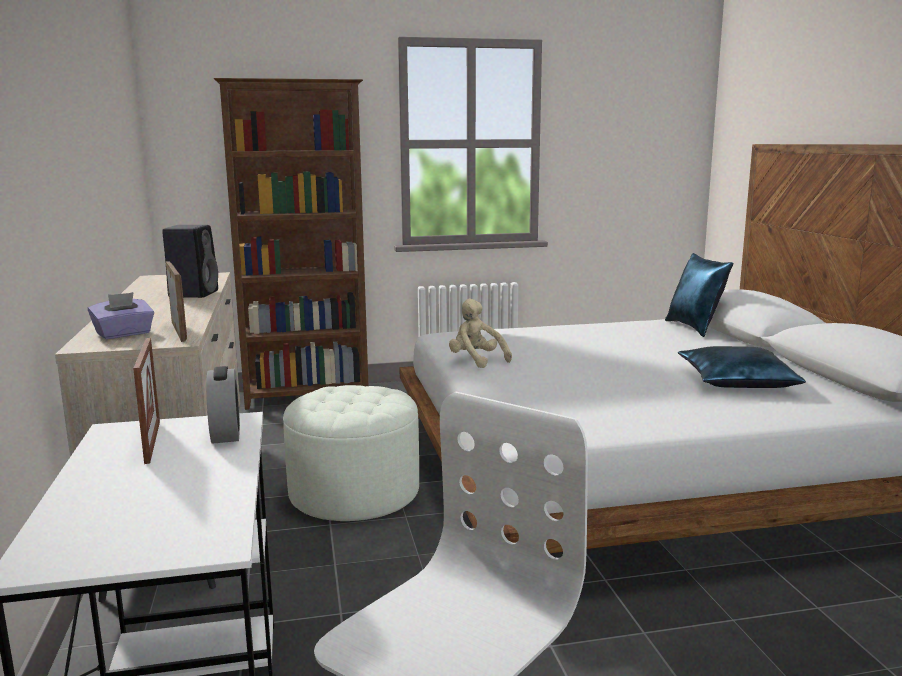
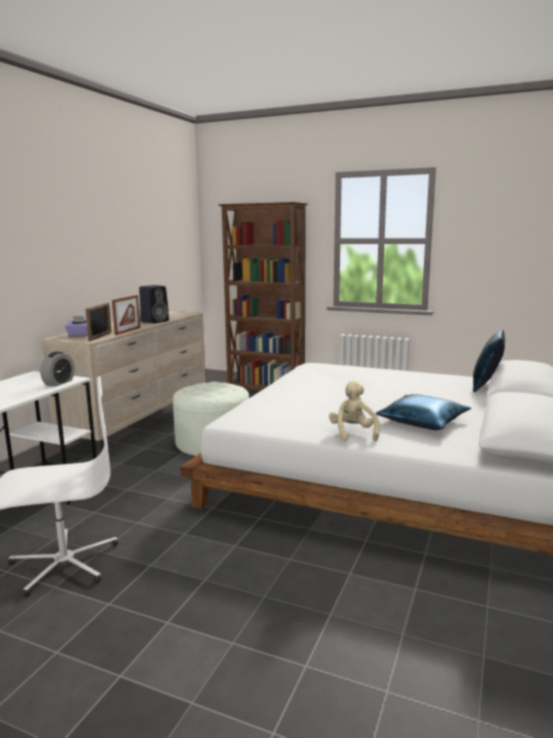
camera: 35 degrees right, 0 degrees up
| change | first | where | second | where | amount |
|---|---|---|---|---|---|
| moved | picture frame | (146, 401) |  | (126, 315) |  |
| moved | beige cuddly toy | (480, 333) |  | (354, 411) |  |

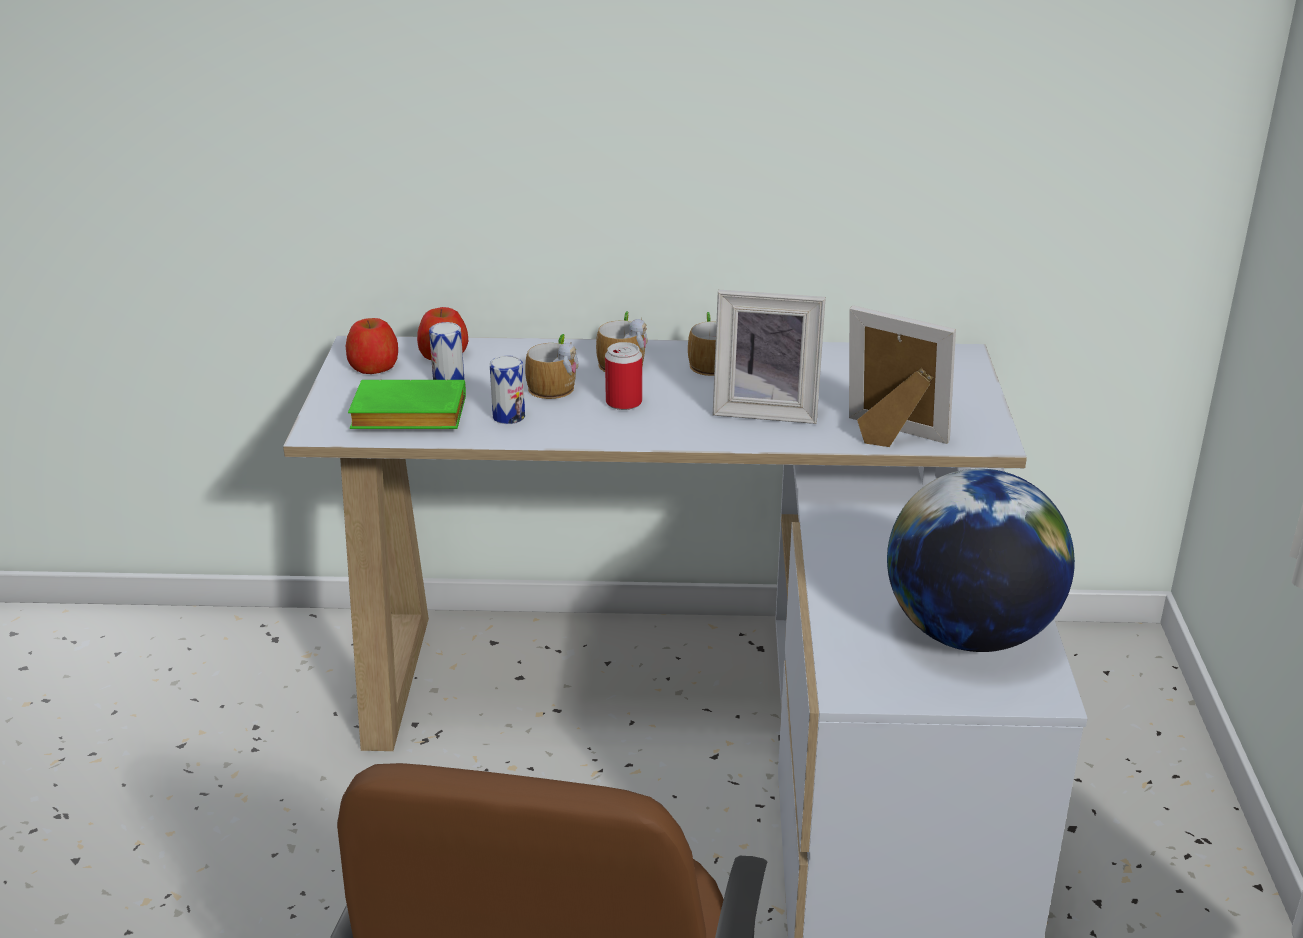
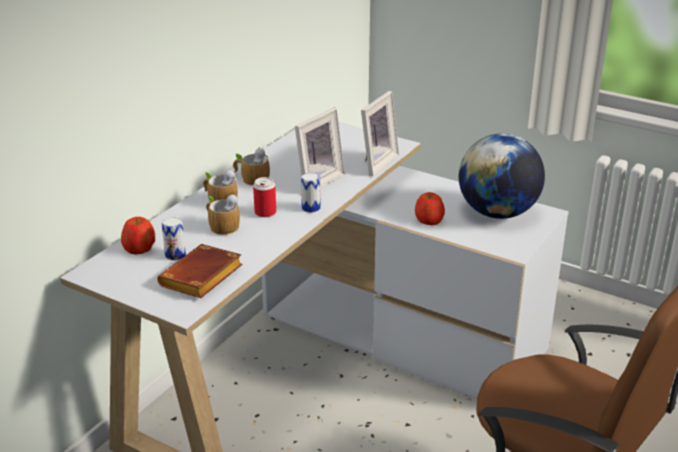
camera: 60 degrees left, 0 degrees up
| change | first | where | second | where | amount |
|---|---|---|---|---|---|
| moved | apple | (372, 346) |  | (430, 208) |  |
| moved | metal can | (507, 389) |  | (311, 193) |  |
| recoloured | green bound book | (407, 404) | brown-coloured bound book | (200, 271) |  |
| turned | picture frame | (902, 376) |  | (380, 133) | 150 degrees clockwise |

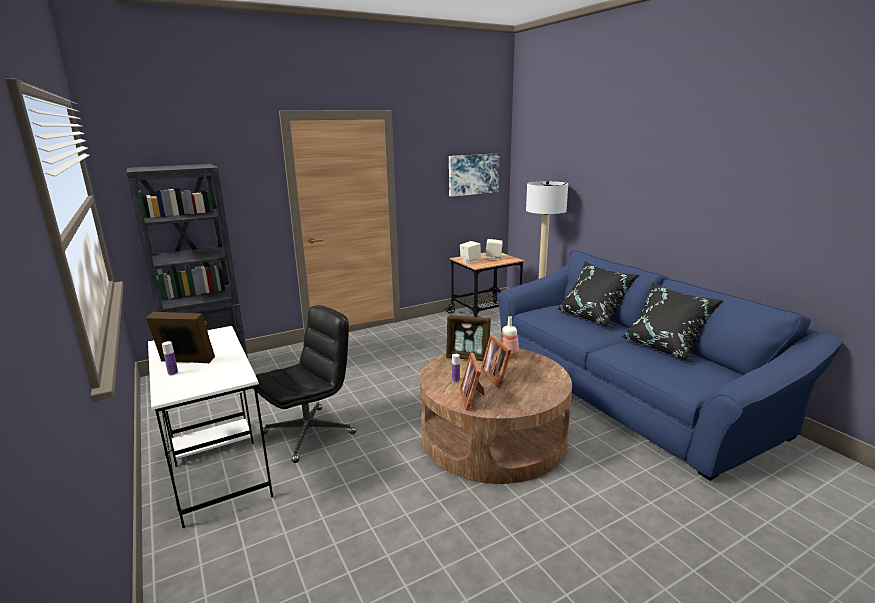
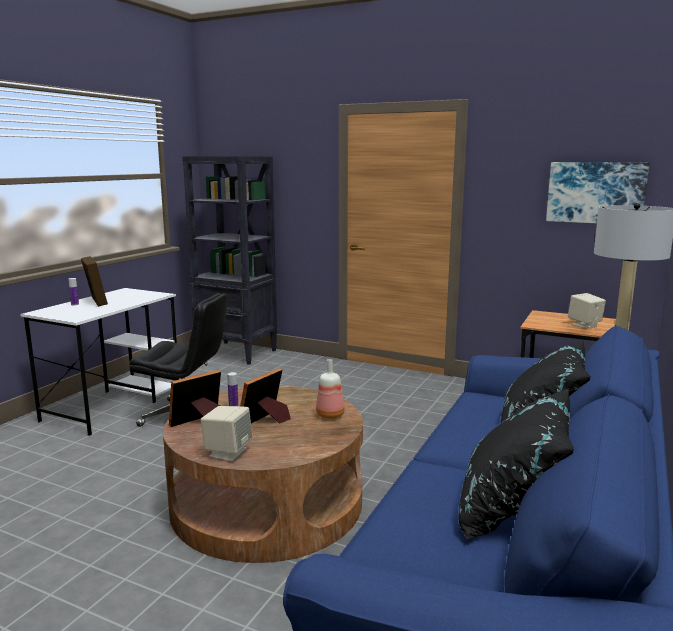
camera: 55 degrees right, 5 degrees down
| change | first | where | second | where | amount |
|---|---|---|---|---|---|
| removed | picture frame | (468, 338) |  |  |  |
| moved | beige audio speaker | (470, 252) |  | (227, 434) |  |

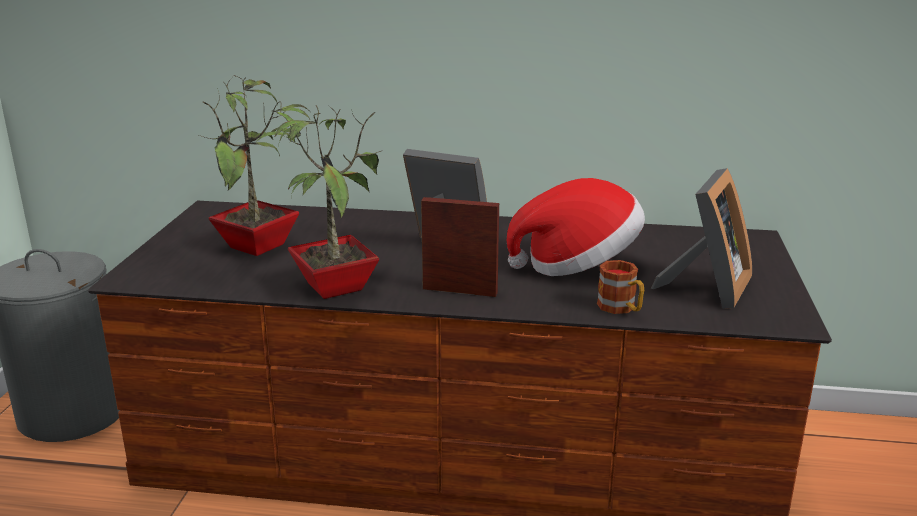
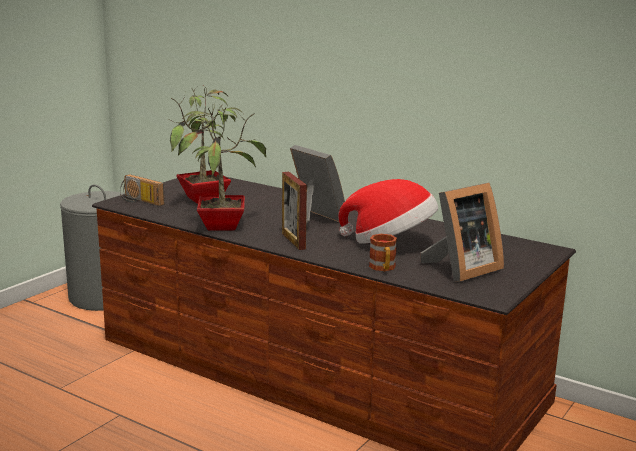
camera: 25 degrees right, 5 degrees down
| change | first | where | second | where | amount |
|---|---|---|---|---|---|
| added |  |  | radio receiver | (142, 190) |  |
| turned | picture frame | (460, 247) |  | (294, 211) | 150 degrees counterclockwise |

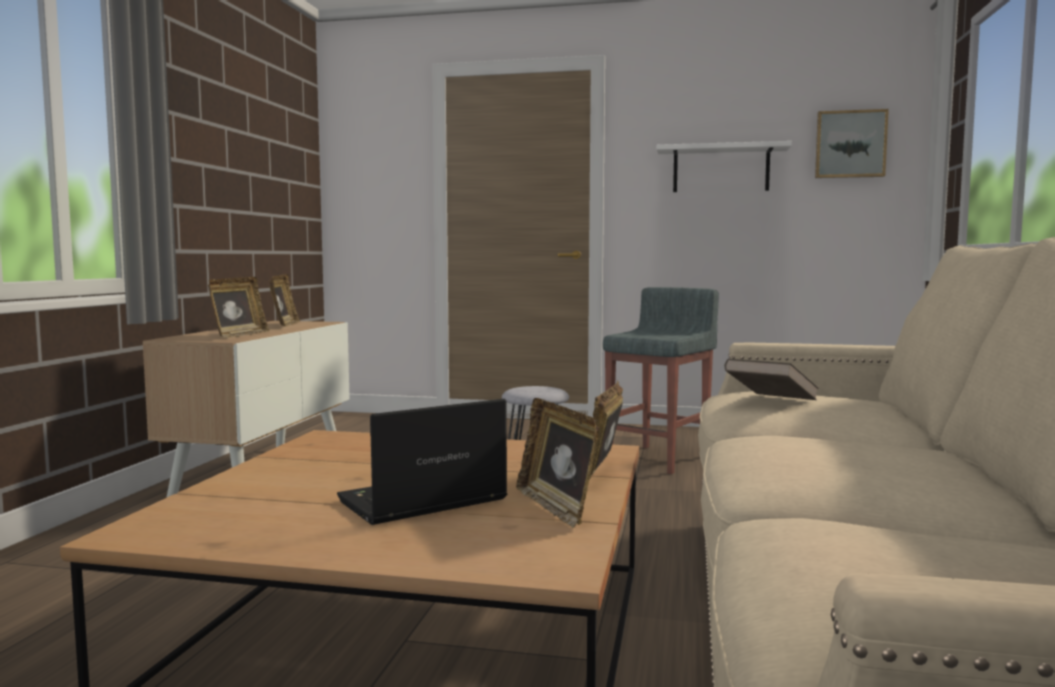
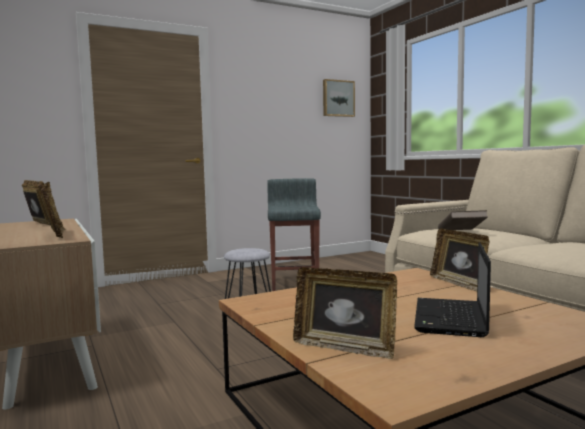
camera: 40 degrees left, 0 degrees up
| change | first | where | second | where | amount |
|---|---|---|---|---|---|
| removed | white-coloured shelf | (724, 166) |  |  |  |
| moved | picture frame | (558, 463) |  | (345, 313) |  |

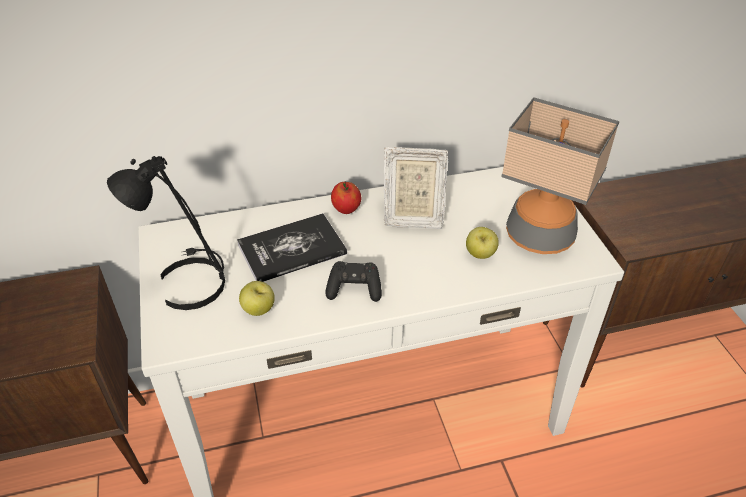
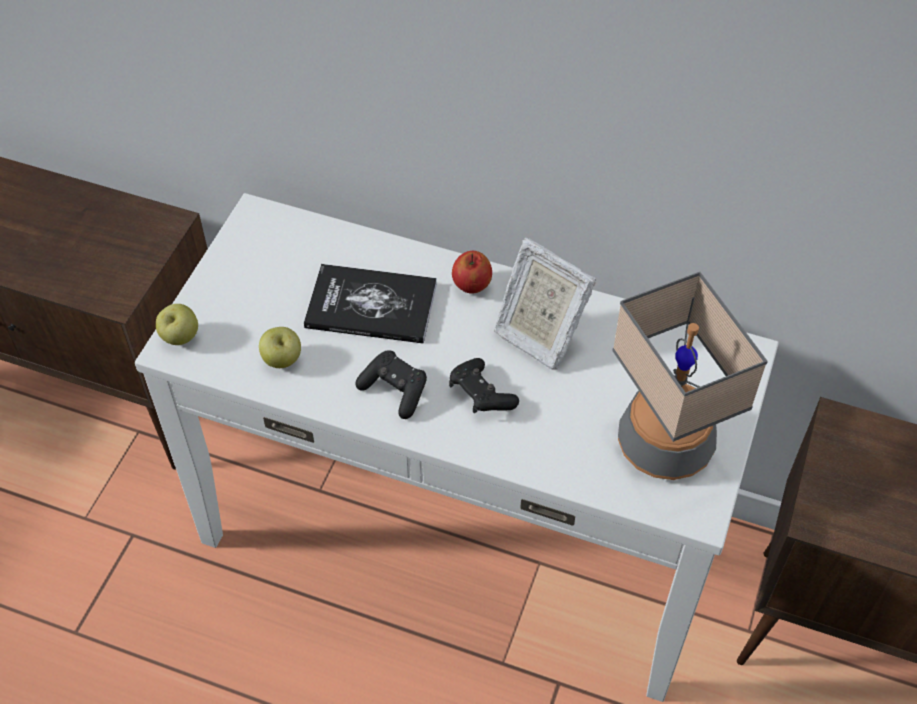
camera: 35 degrees right, 10 degrees up
| change | first | where | second | where | amount |
|---|---|---|---|---|---|
| removed | black-coloured lamp for a table | (166, 233) |  |  |  |
| added |  |  | black-coloured joypad | (484, 385) |  |
| moved | apple | (482, 243) |  | (177, 324) |  |

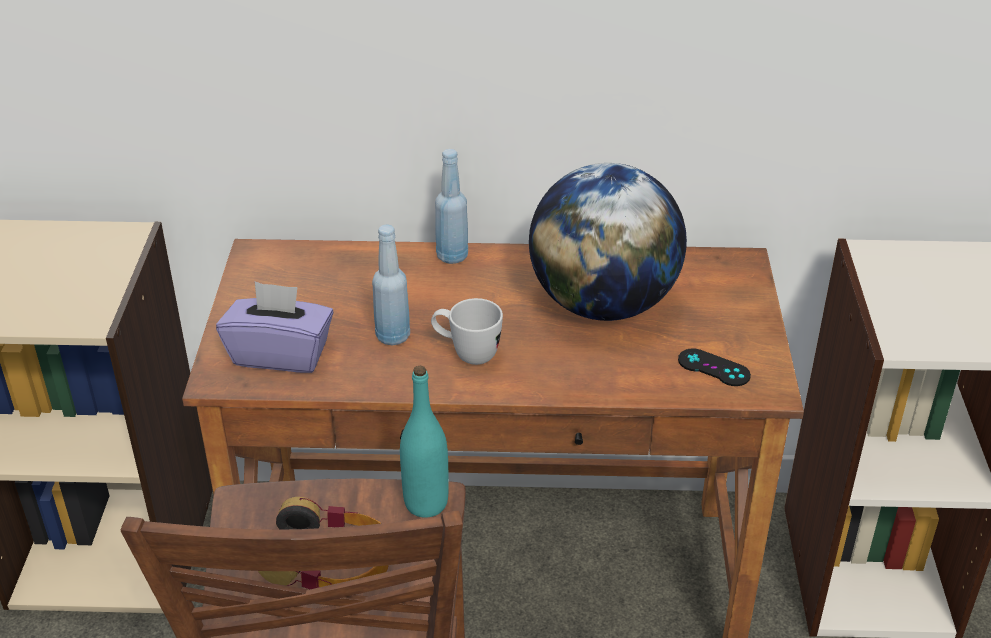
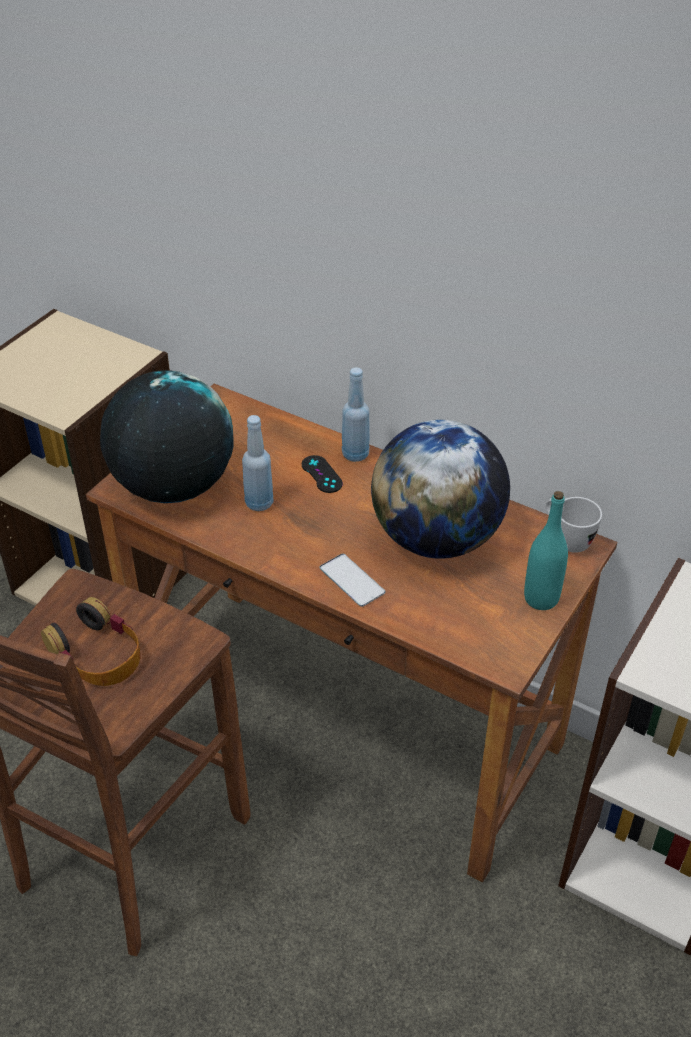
camera: 30 degrees right, 5 degrees up
| change | first | where | second | where | amount |
|---|---|---|---|---|---|
| added |  |  | phone | (352, 580) |  |
| moved | blue-green beverage bottle | (424, 442) |  | (546, 550) |  |
| moved | white-coloured tea mug | (467, 331) |  | (574, 525) |  |
| moved | black-coloured joypad | (714, 367) |  | (322, 474) |  |
| replaced | purple-coloured tissue holder | (275, 327) | world globe | (166, 436) |  |

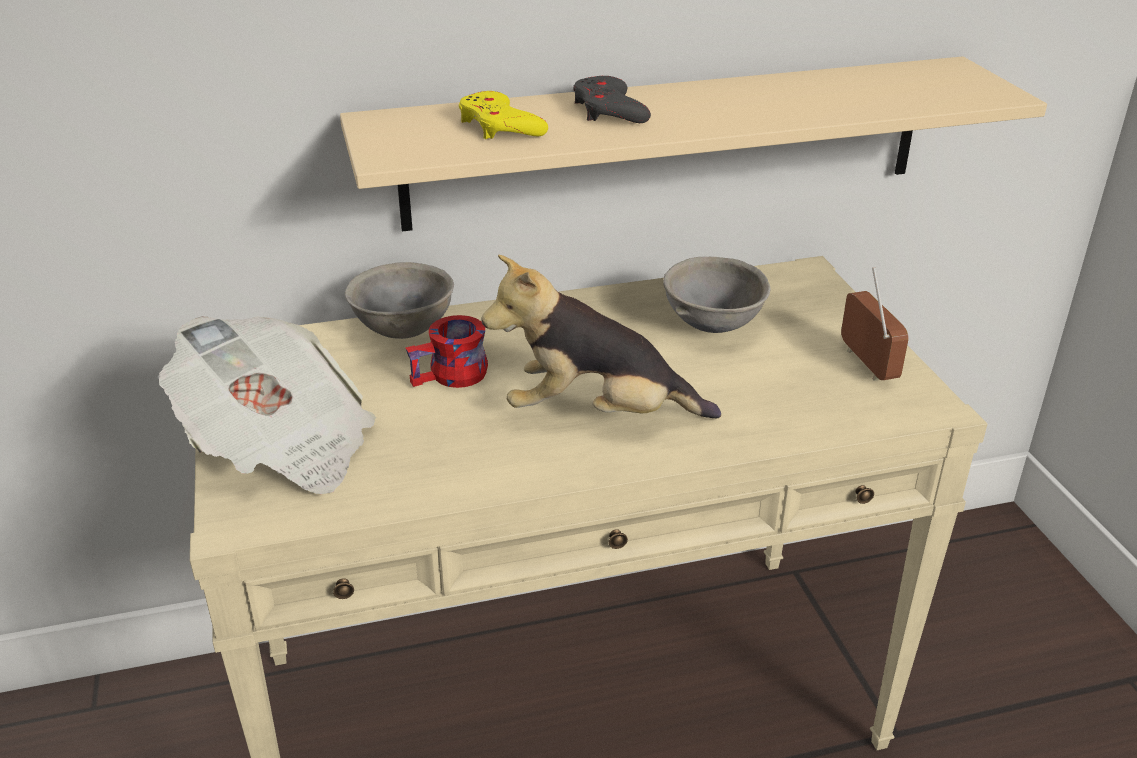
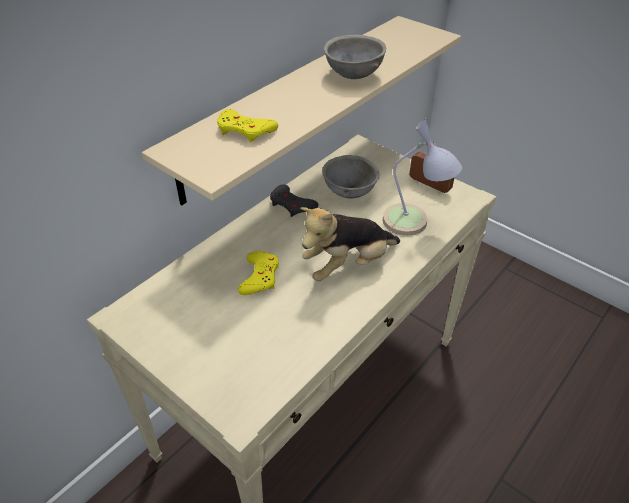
camera: 35 degrees left, 10 degrees up
| change | first | where | second | where | amount |
|---|---|---|---|---|---|
| removed | daily paper | (267, 405) |  |  |  |
| added |  |  | lamp for a table | (422, 177) |  |
| moved | grey bowl | (399, 300) |  | (355, 57) |  |
| moved | grey joypad | (612, 99) |  | (294, 200) |  |
| replaced | reddish tea mug | (447, 351) | yellowish joypad | (258, 273) |  |

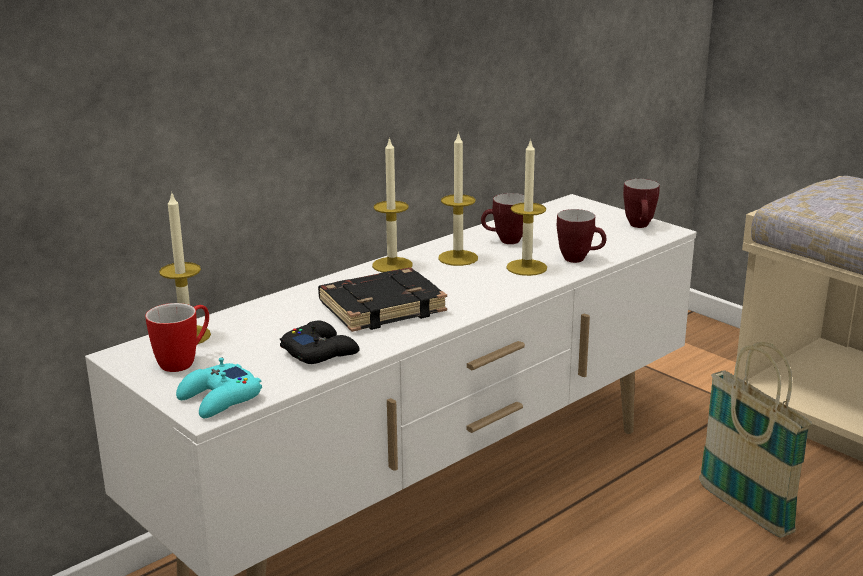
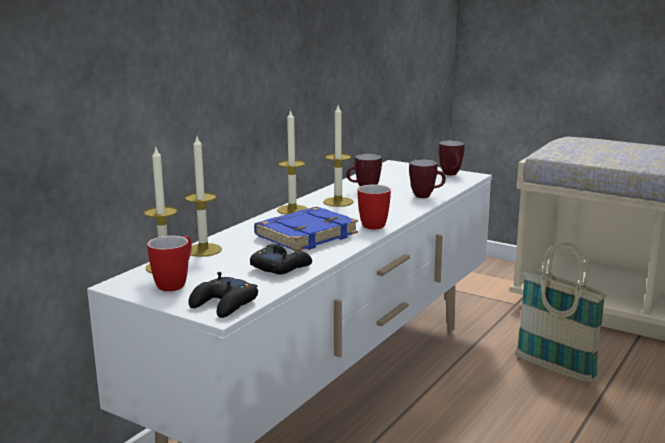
camera: 15 degrees left, 5 degrees down
| change | first | where | second | where | amount |
|---|---|---|---|---|---|
| added |  |  | tea mug | (374, 206) |  |
| moved | wax light | (526, 207) |  | (203, 197) |  |
| recoloured | blue-green joypad | (219, 387) | black-coloured joypad | (223, 295) |  |
| recoloured | black-coloured bound book | (382, 300) | blue bound book | (306, 229) |  |

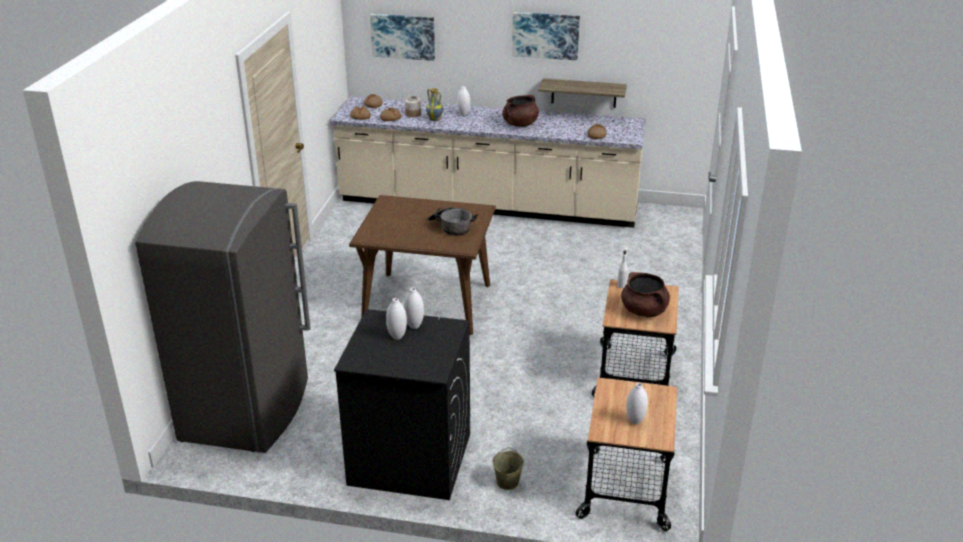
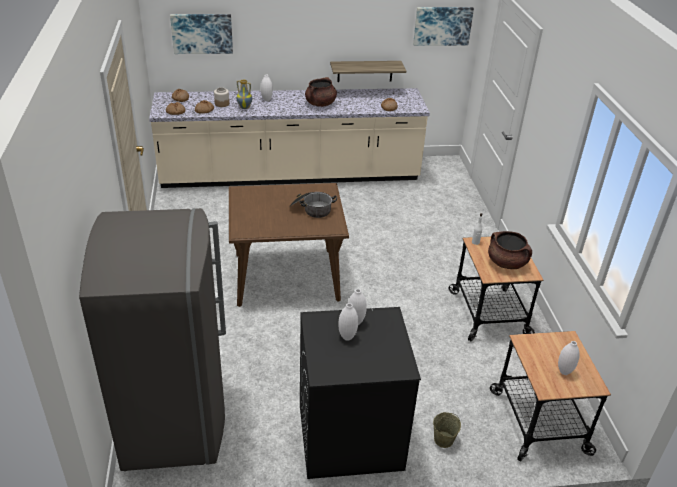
camera: 20 degrees left, 5 degrees up
| change | first | where | second | where | amount |
|---|---|---|---|---|---|
| moved | wall picture | (546, 36) |  | (443, 26) |  |

